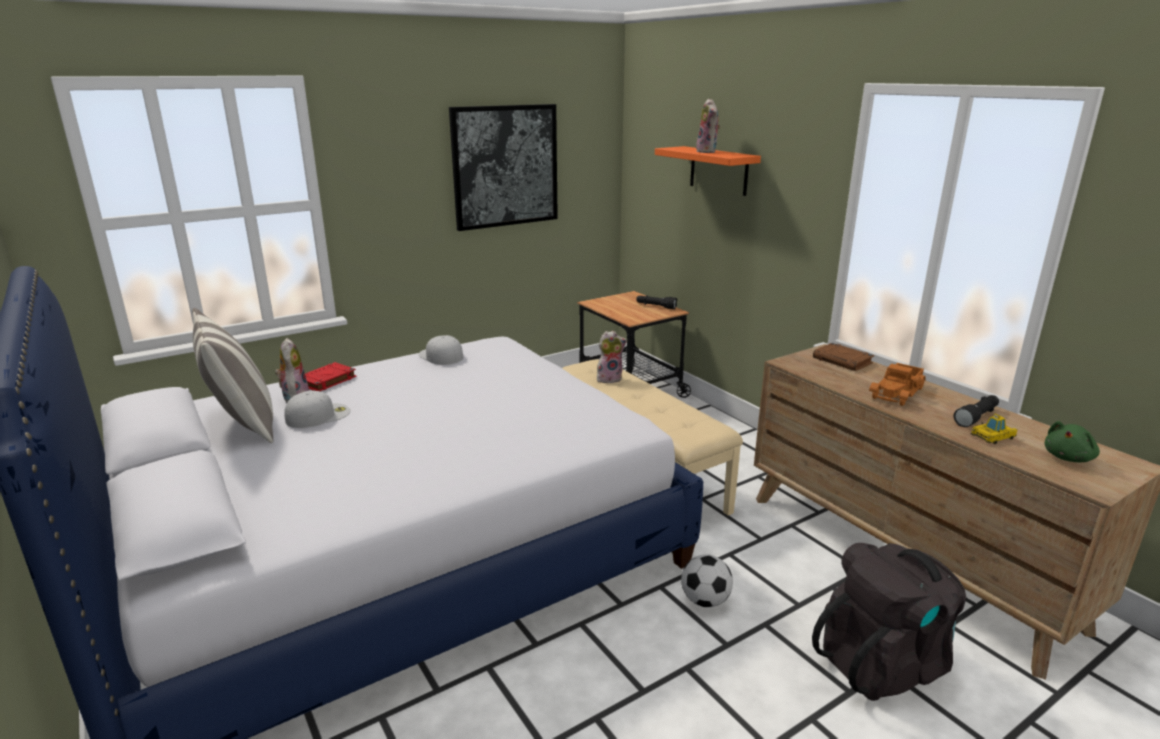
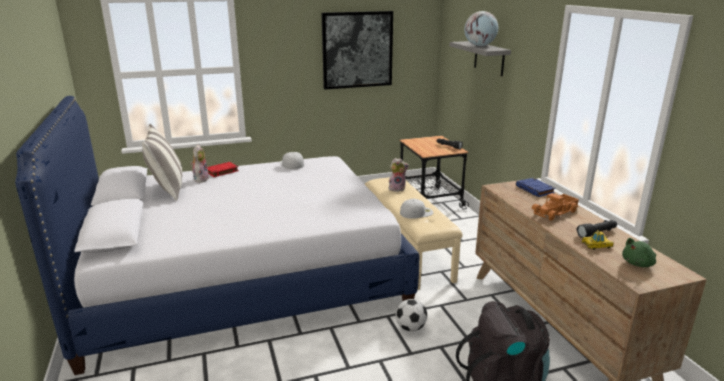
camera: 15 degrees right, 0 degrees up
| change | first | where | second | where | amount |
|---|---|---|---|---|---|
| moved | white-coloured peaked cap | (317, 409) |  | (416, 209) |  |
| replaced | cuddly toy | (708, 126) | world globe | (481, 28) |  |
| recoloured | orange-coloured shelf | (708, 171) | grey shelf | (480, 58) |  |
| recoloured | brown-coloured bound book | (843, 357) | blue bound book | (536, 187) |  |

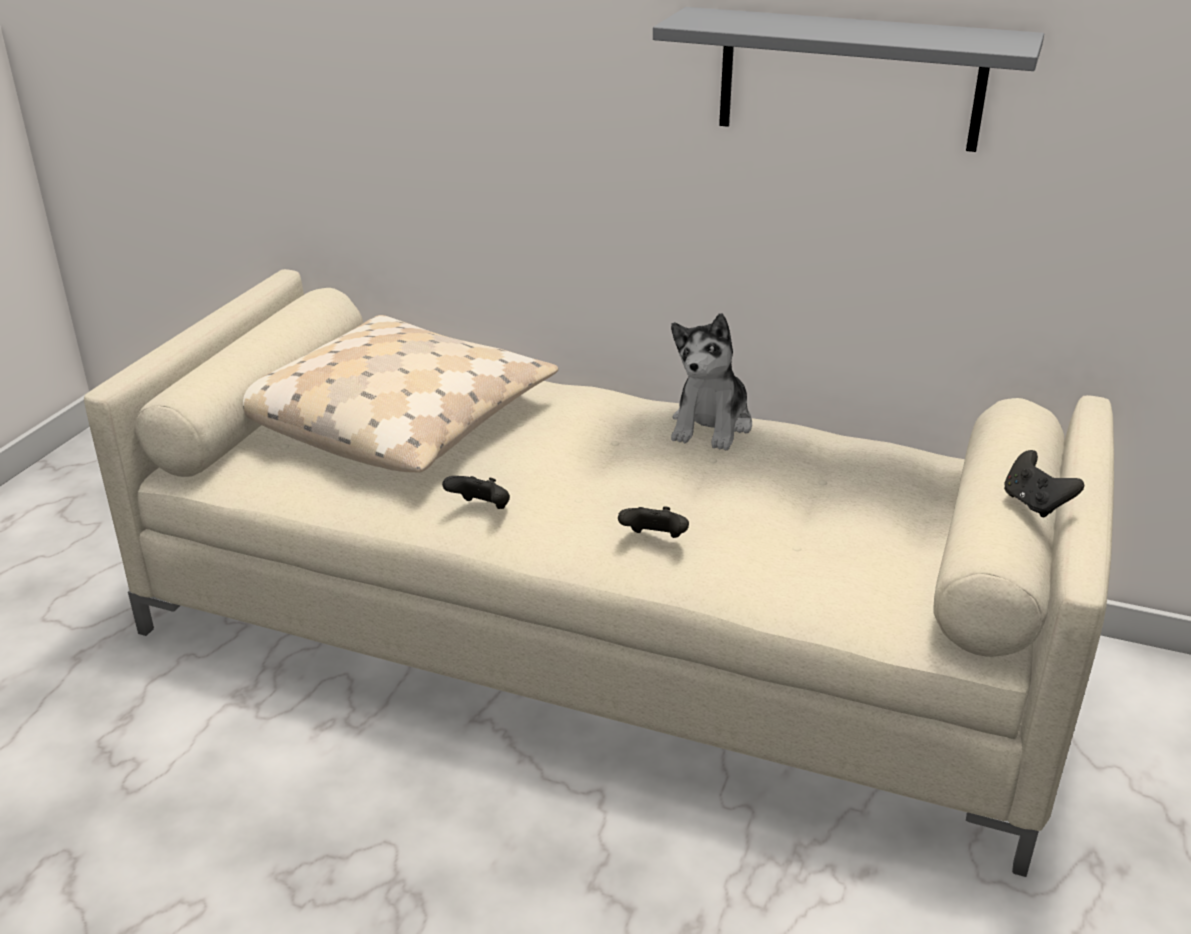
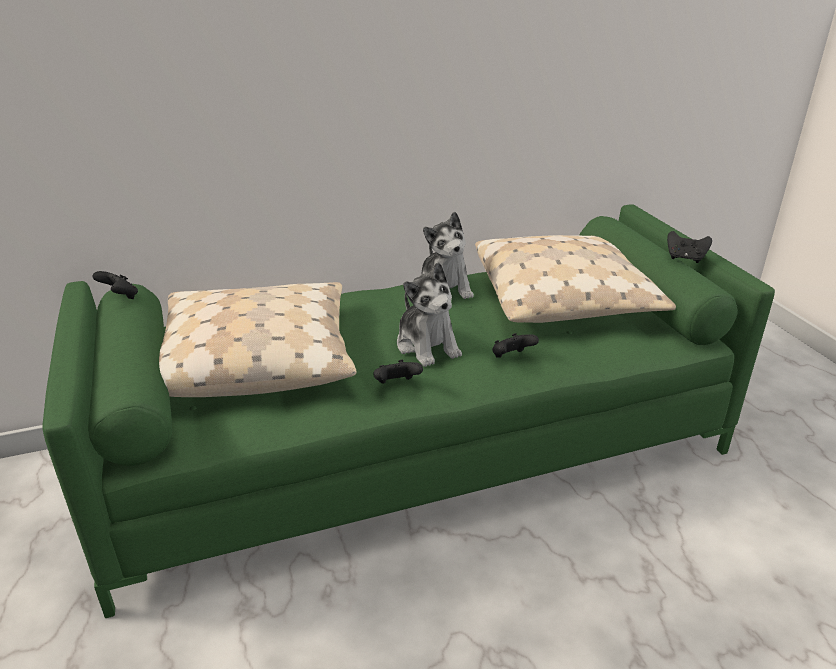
camera: 40 degrees left, 0 degrees up
| change | first | where | second | where | amount |
|---|---|---|---|---|---|
| removed | grey shelf | (848, 79) |  |  |  |
| added |  |  | black-coloured joypad | (115, 285) |  |
| added |  |  | cuddly toy | (429, 314) |  |
| added |  |  | beige throw pillow | (575, 279) |  |
| recoloured | beige sofa | (599, 573) | green sofa | (408, 411) |  |

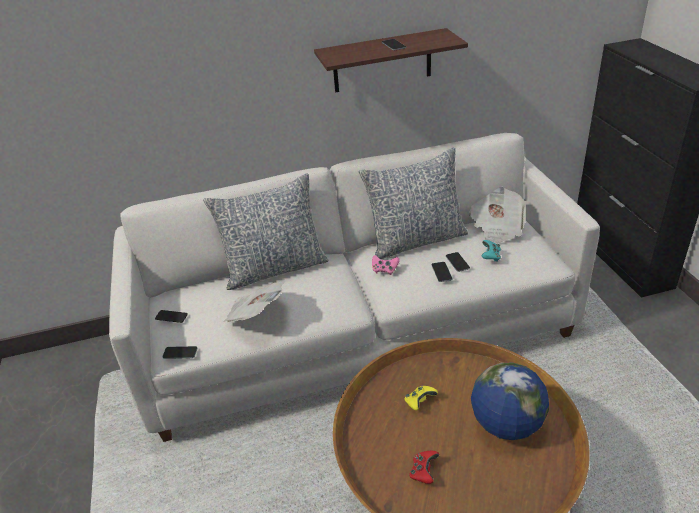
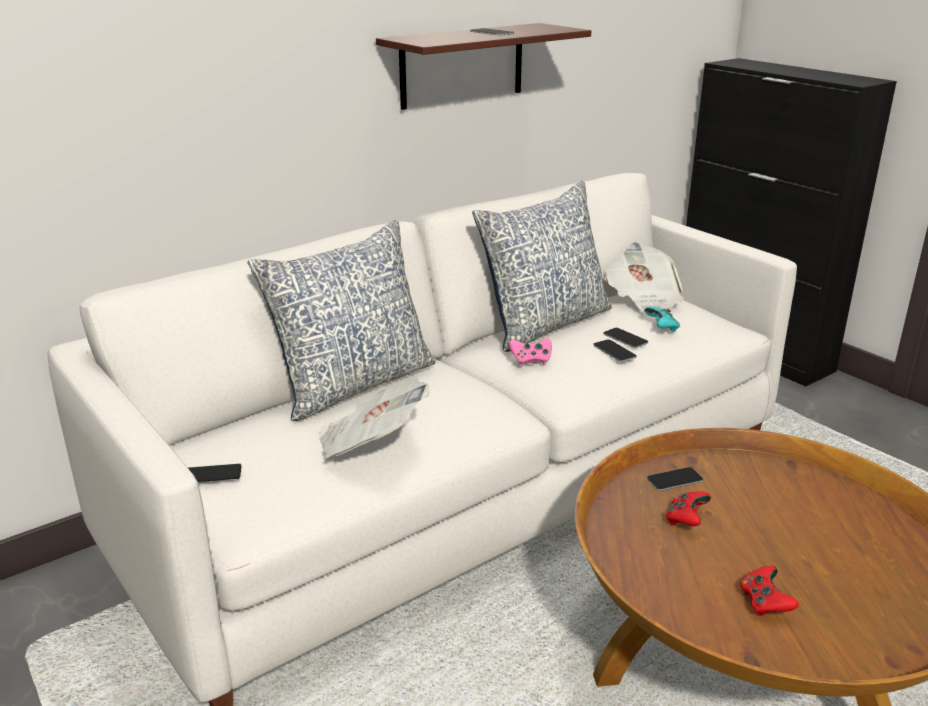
camera: 25 degrees left, 10 degrees down
| change | first | where | second | where | amount |
|---|---|---|---|---|---|
| removed | world globe | (510, 401) |  |  |  |
| moved | phone | (180, 352) |  | (675, 479) |  |
| recoloured | yellowish joypad | (421, 398) | reddish joypad | (688, 508) |  |

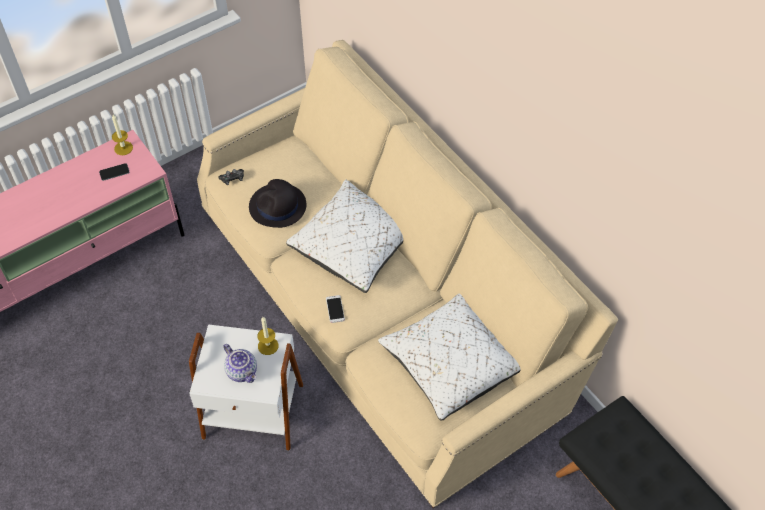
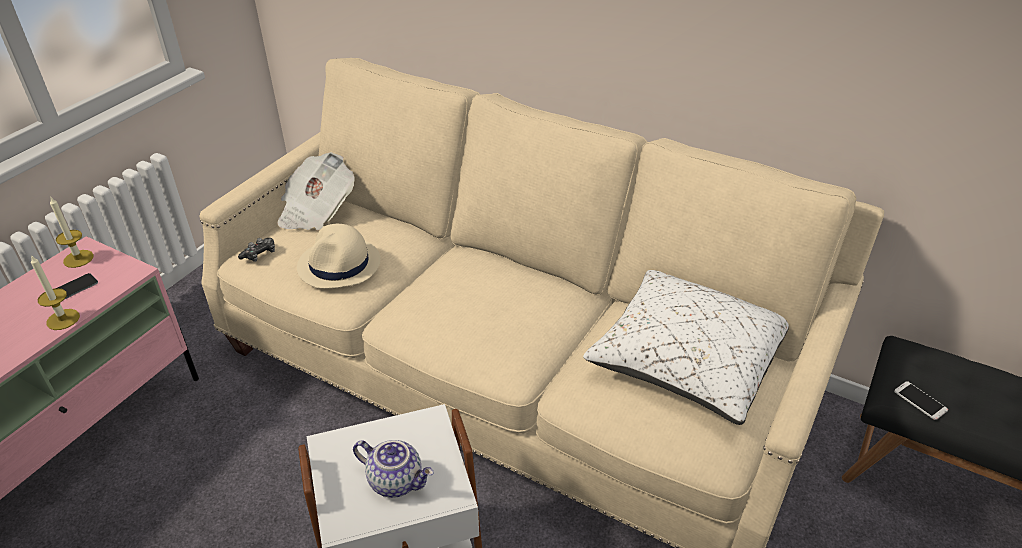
camera: 25 degrees left, 15 degrees down
| change | first | where | second | where | amount |
|---|---|---|---|---|---|
| removed | white-coloured throw pillow | (344, 236) |  |  |  |
| added |  |  | daily paper | (316, 191) |  |
| moved | wax light | (268, 336) |  | (55, 292) |  |
| moved | phone | (335, 309) |  | (921, 400) |  |
| recoloured | black-coloured hat | (277, 203) | beige hat | (339, 256) |  |

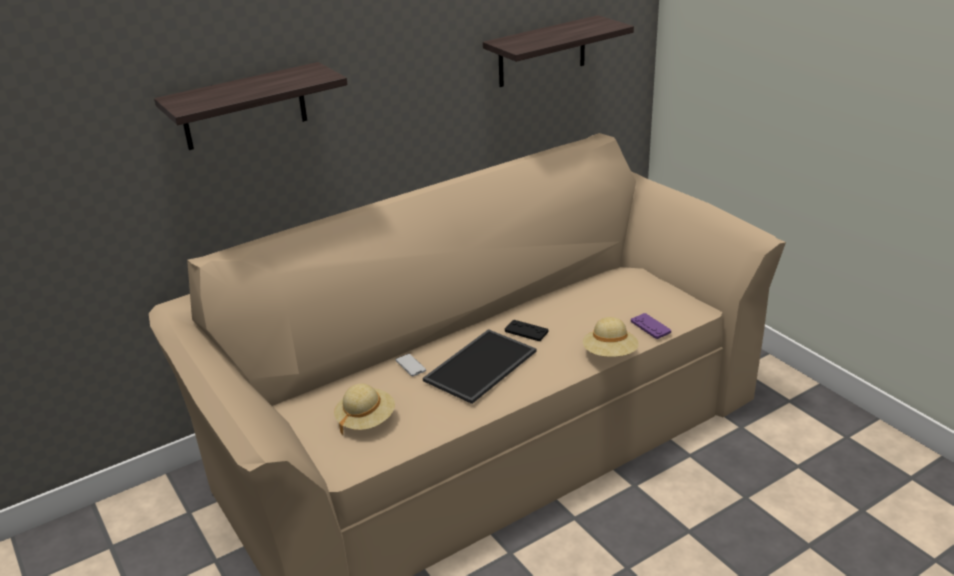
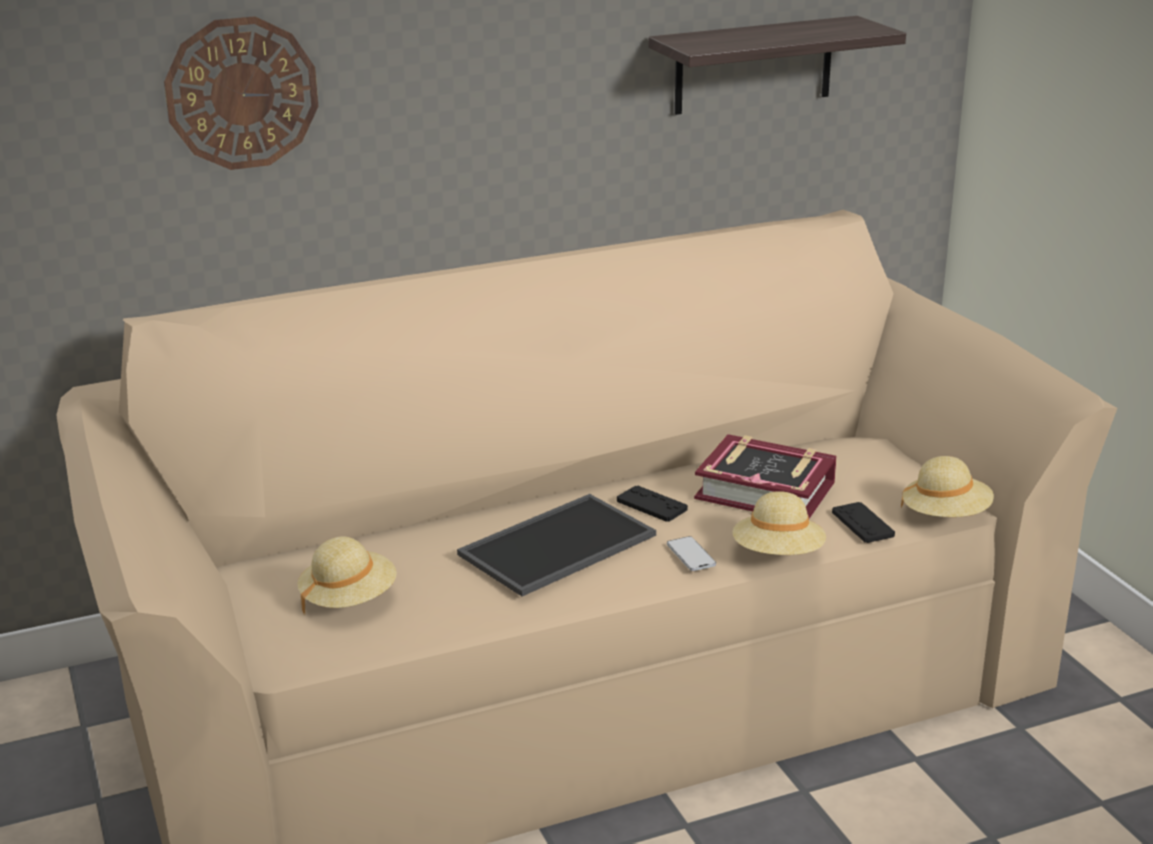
camera: 10 degrees right, 5 degrees down
| change | first | where | second | where | amount |
|---|---|---|---|---|---|
| added |  |  | bound book | (765, 476) |  |
| added |  |  | beige hat | (947, 486) |  |
| moved | phone | (411, 365) |  | (691, 553) |  |
| replaced | shelf | (250, 106) | wall clock | (241, 93) |  |
| recoloured | purple-coloured joypad | (651, 326) | black-coloured joypad | (863, 522) |  |

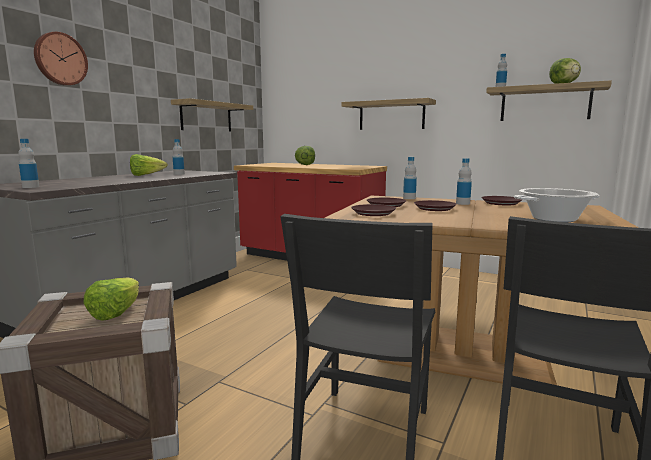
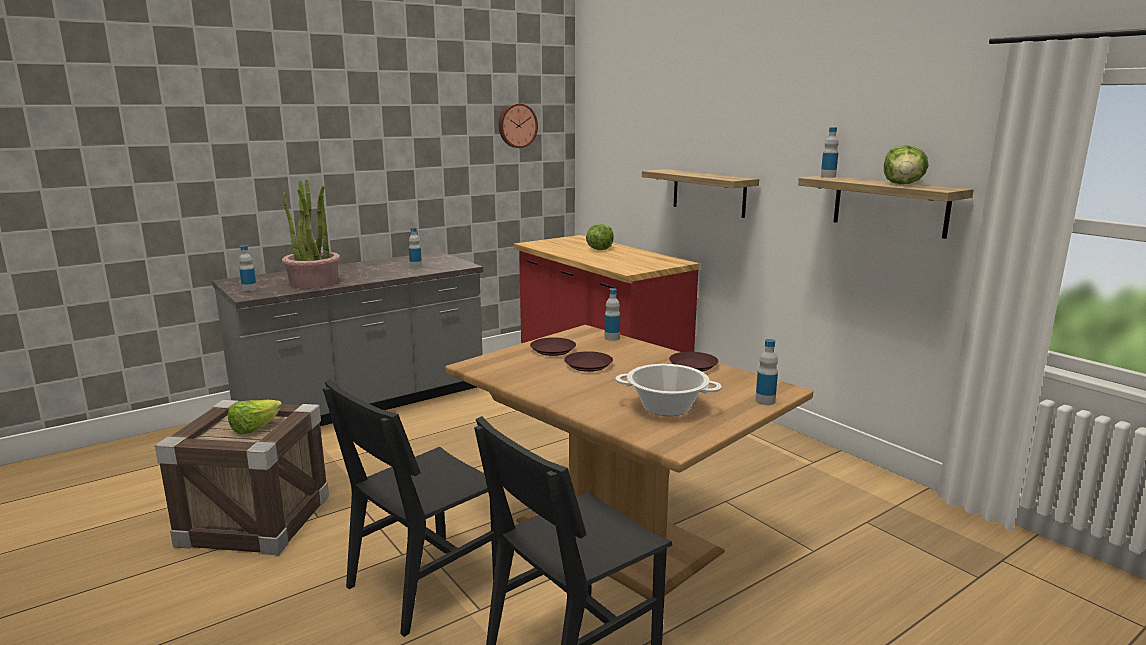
camera: 25 degrees right, 5 degrees up
| change | first | where | second | where | amount |
|---|---|---|---|---|---|
| removed | lettuce | (149, 165) |  |  |  |
| removed | shelf | (212, 114) |  |  |  |
| removed | brown-coloured plate | (373, 210) |  |  |  |
| added |  |  | houseplant | (311, 233) |  |
| moved | wall clock | (61, 59) |  | (518, 125) |  |
| moved | beverage bottle | (464, 181) |  | (766, 372) |  |

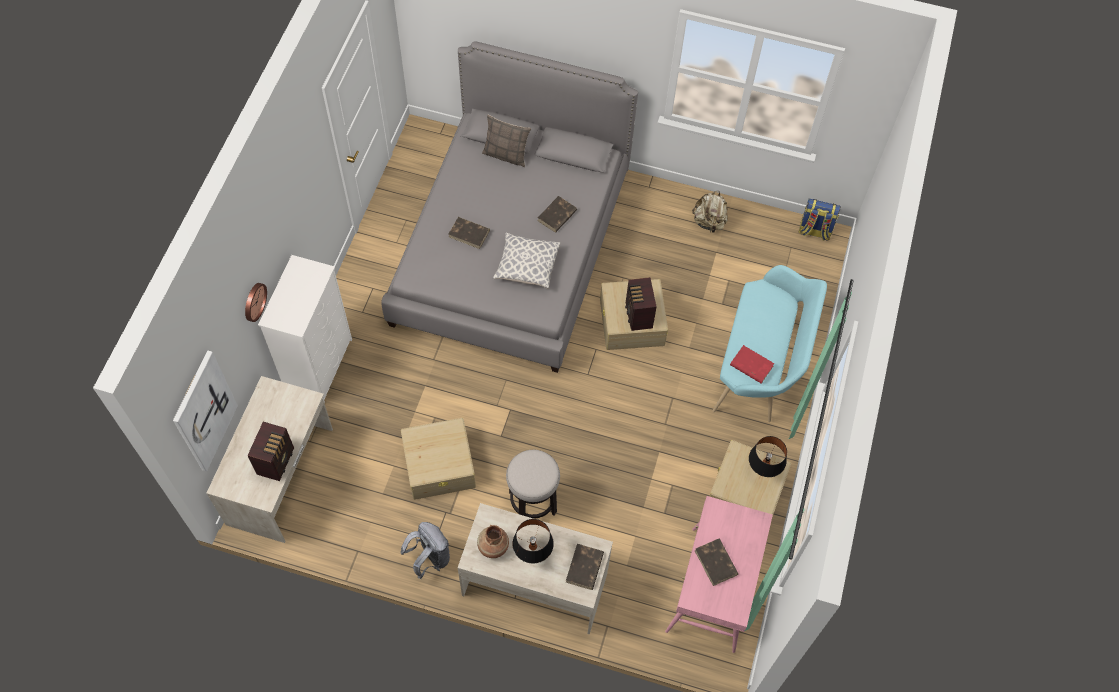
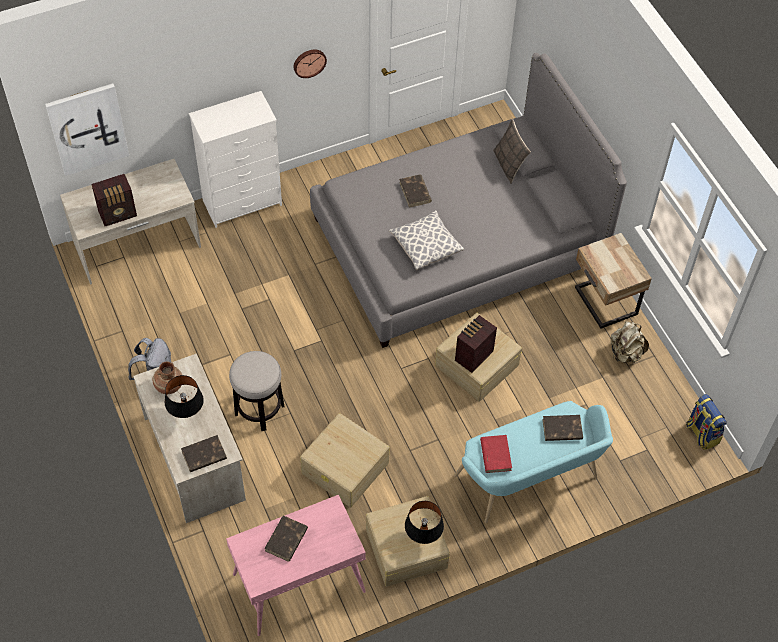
camera: 50 degrees right, 5 degrees down
| change | first | where | second | where | amount |
|---|---|---|---|---|---|
| added |  |  | beige bedside table | (613, 280) |  |
| moved | wall clock | (256, 302) |  | (310, 64) |  |
| moved | beige storage box | (438, 459) |  | (345, 460) |  |
| moved | brown-coloured bound book | (557, 214) |  | (562, 428) |  |

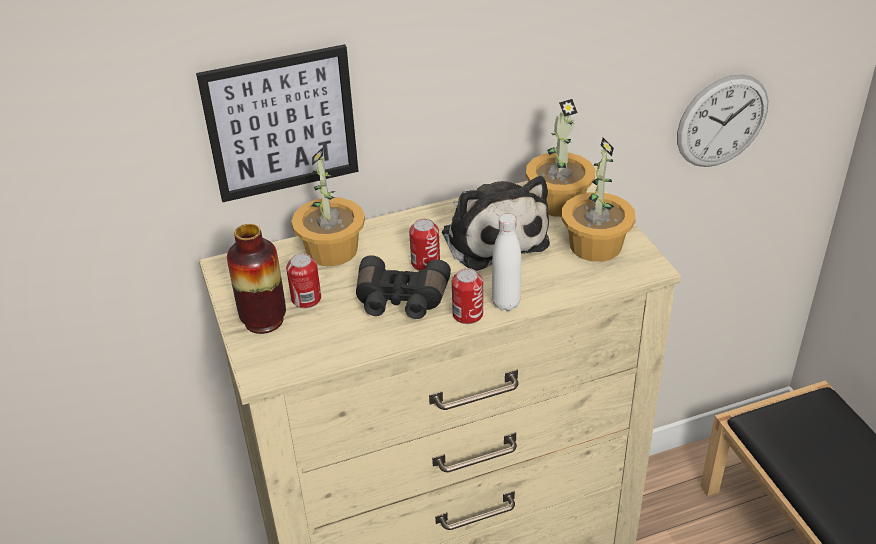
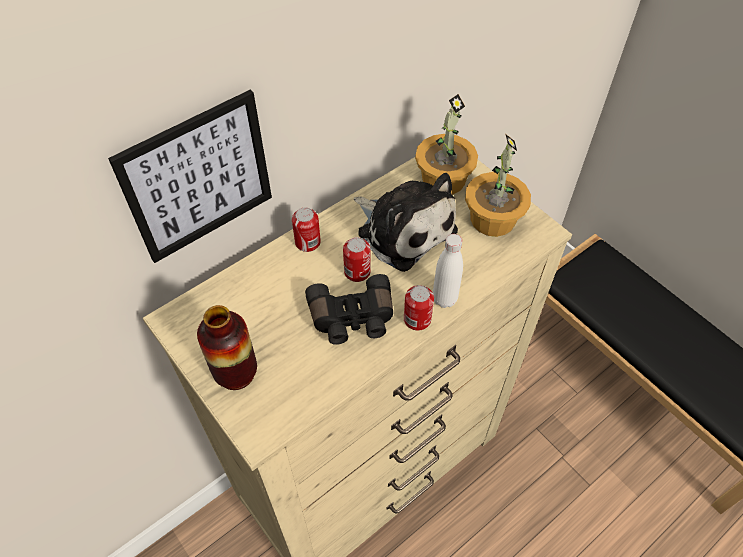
camera: 20 degrees left, 15 degrees up
| change | first | where | second | where | amount |
|---|---|---|---|---|---|
| removed | houseplant | (328, 206) |  |  |  |
| removed | wall clock | (722, 120) |  |  |  |
| moved | metal can | (303, 281) |  | (306, 230) |  |

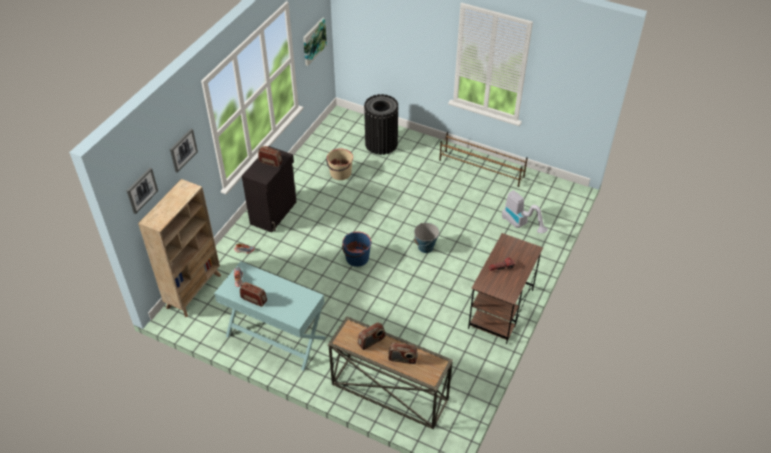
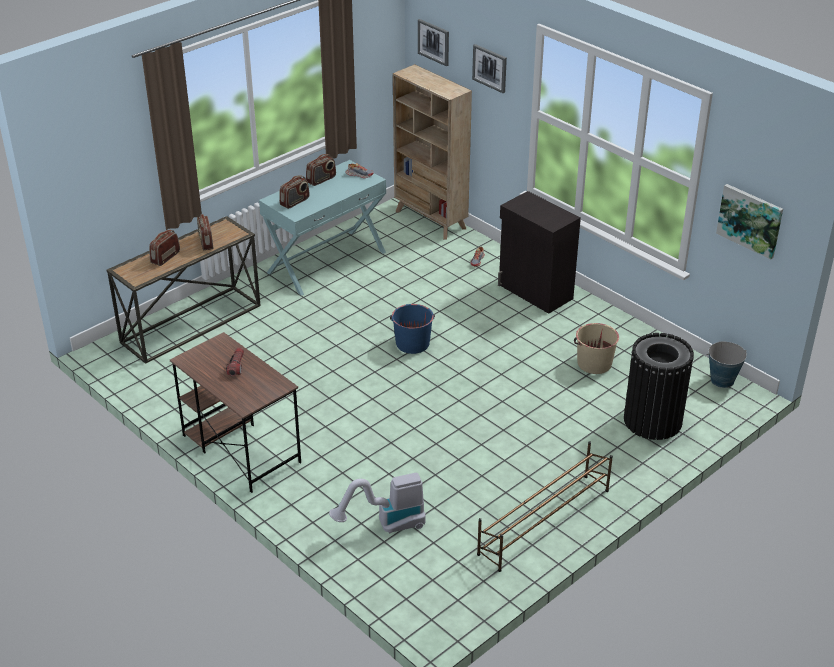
camera: 110 degrees right, 10 degrees down
| change | first | where | second | where | amount |
|---|---|---|---|---|---|
| moved | radio receiver | (270, 156) |  | (294, 192) |  |
| moved | pail | (426, 238) |  | (726, 364) |  |

